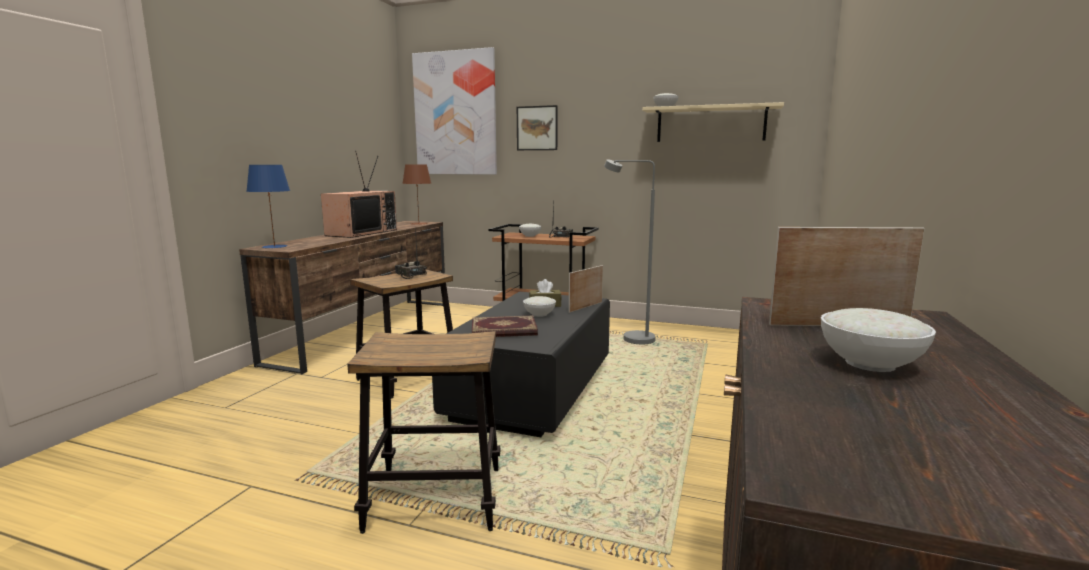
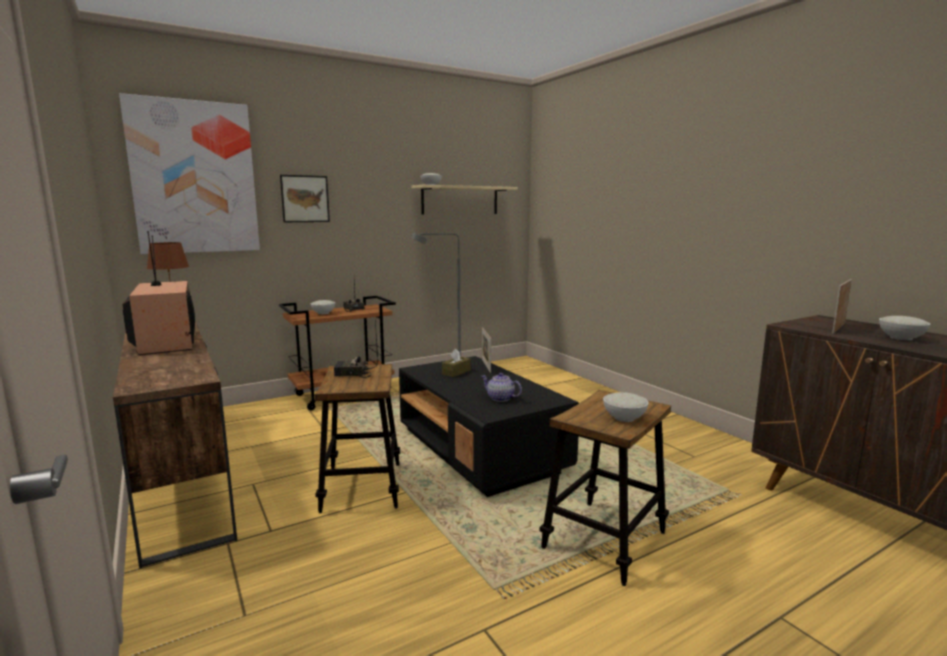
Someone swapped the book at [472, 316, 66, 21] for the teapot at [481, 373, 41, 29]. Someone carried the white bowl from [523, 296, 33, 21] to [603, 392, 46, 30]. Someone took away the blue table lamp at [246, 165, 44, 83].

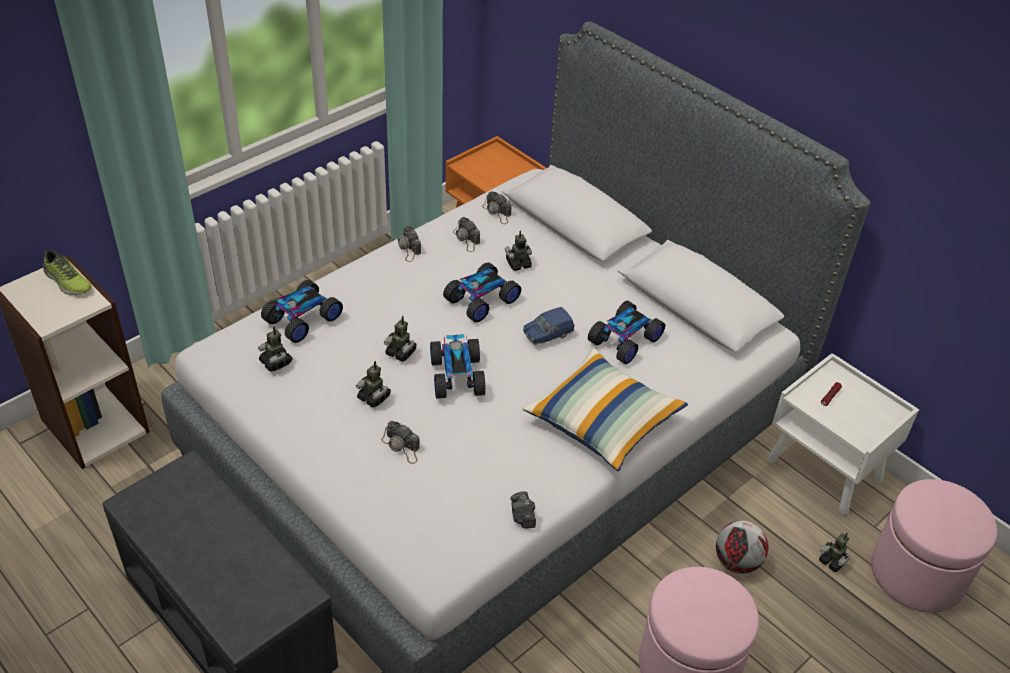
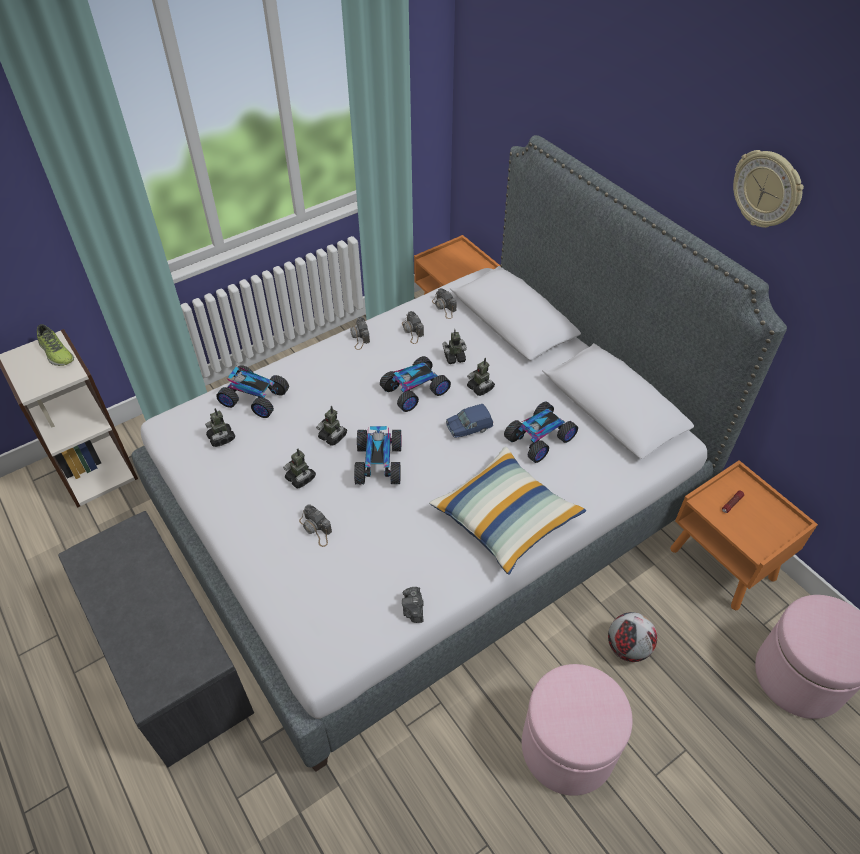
Someone rotated the toy car at [261, 280, 82, 63] by 60 degrees clockwise. Someone carried the toy robot from [819, 532, 31, 40] to [467, 358, 28, 38]. Someone repainted the white nightstand at [768, 353, 151, 162], which became the orange nightstand at [670, 460, 148, 150]. Someone put up the wall clock at [733, 150, 71, 78].

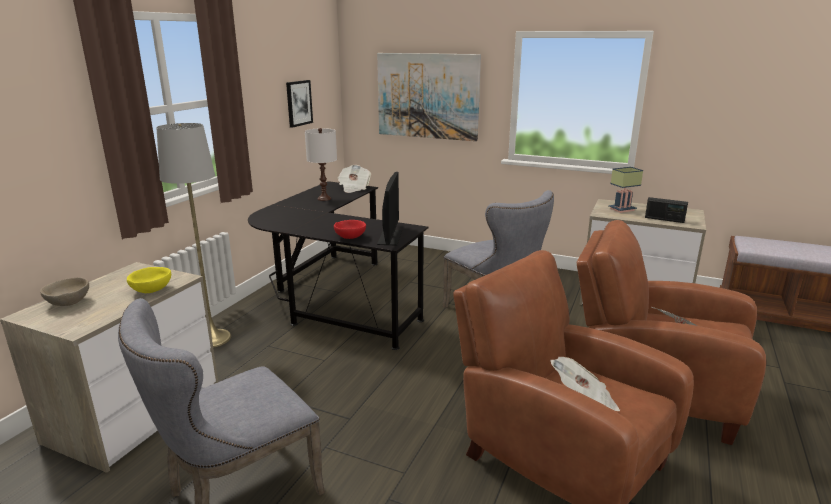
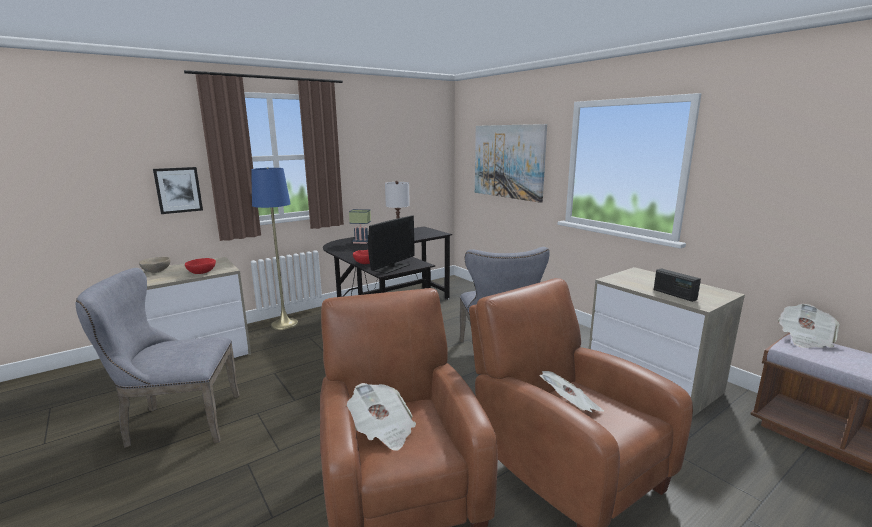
Someone carried the picture from [286, 80, 27, 48] to [153, 167, 50, 47]. Someone repainted the yellow bowl at [127, 267, 44, 26], which became the red bowl at [185, 258, 31, 16]. Someone repainted the grey floor lamp at [156, 123, 75, 225], which became the blue floor lamp at [251, 167, 47, 163]. Someone carried the table lamp from [608, 167, 35, 46] to [349, 209, 22, 35]. Someone carried the newspaper from [337, 165, 35, 28] to [778, 304, 62, 44].

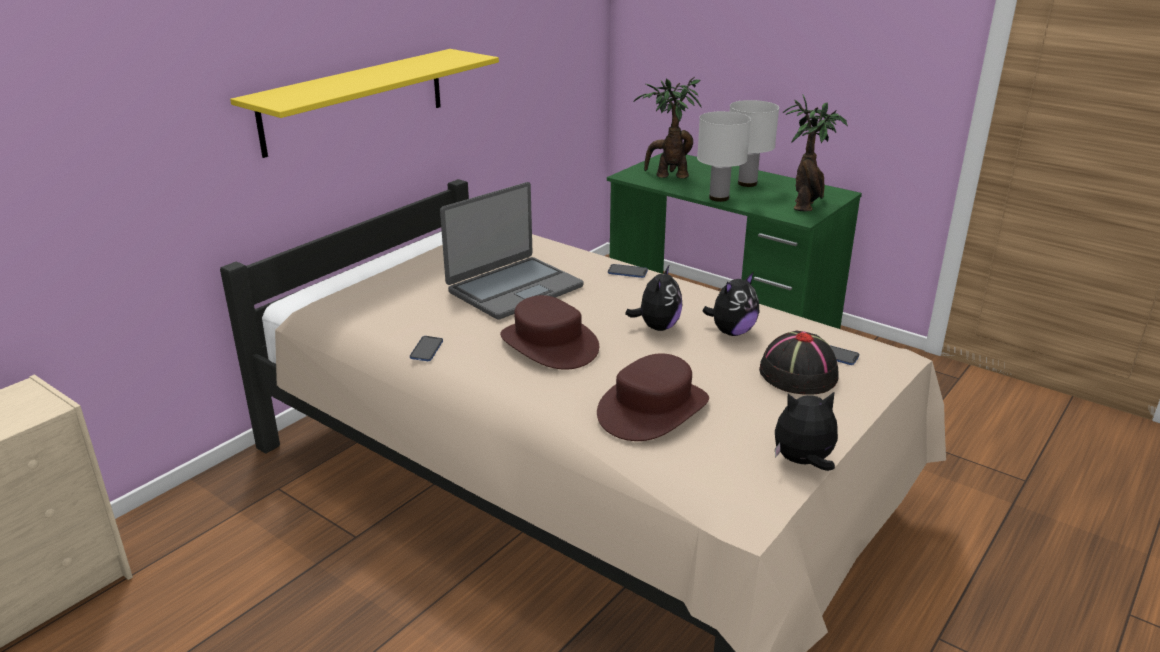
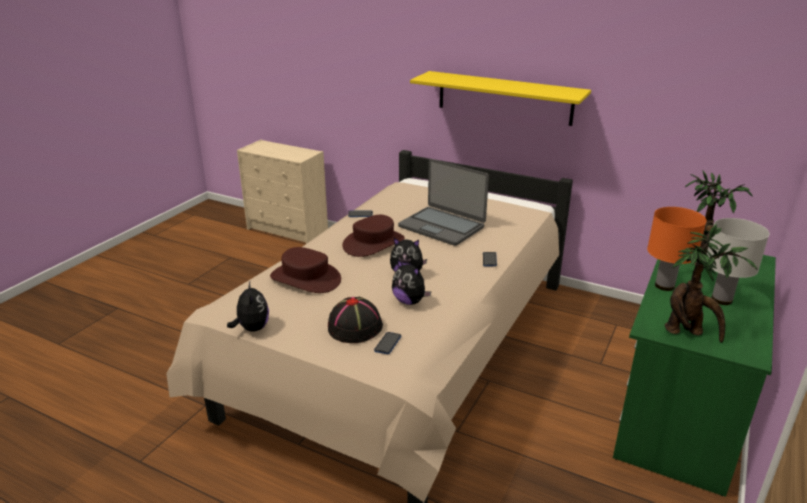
Someone repainted the white table lamp at [697, 111, 54, 91], which became the orange table lamp at [647, 207, 59, 84].

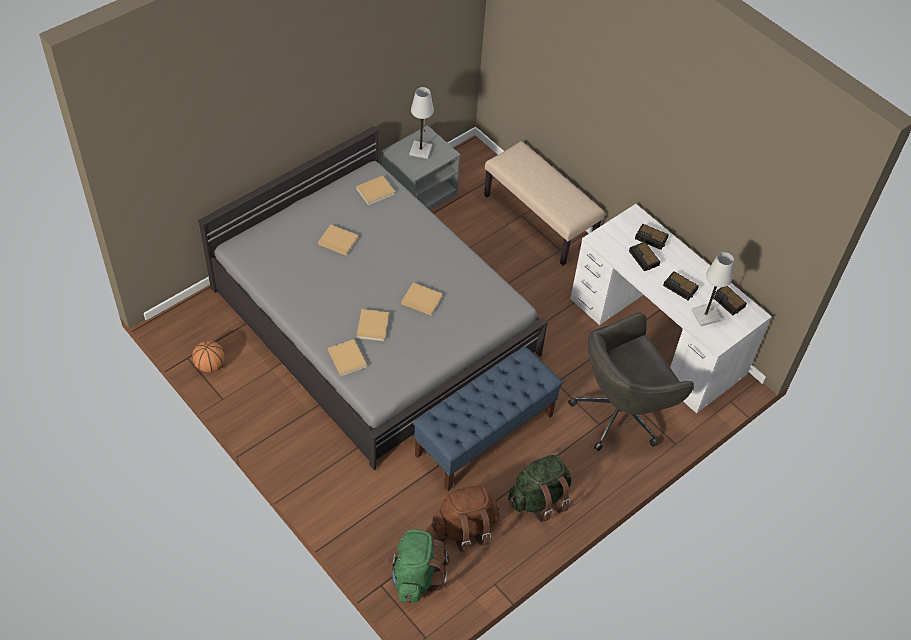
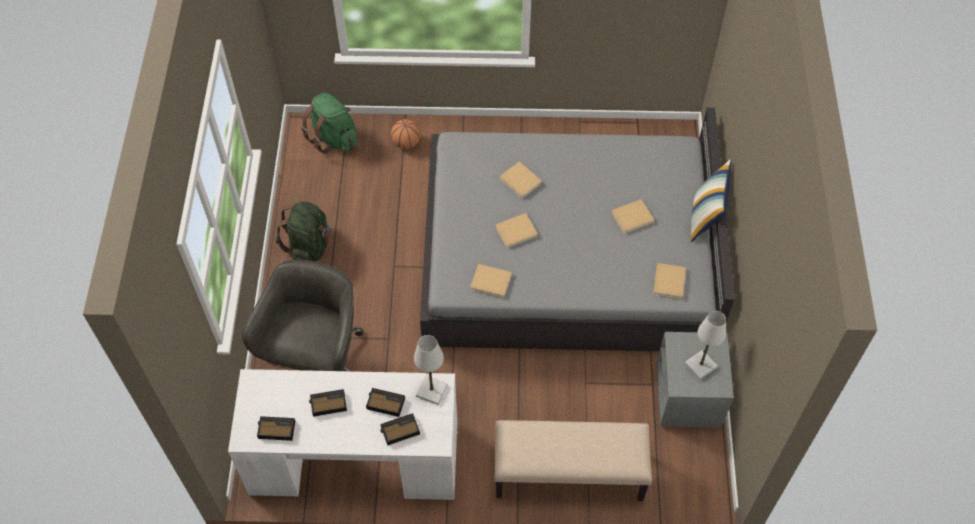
Someone carried the basketball from [192, 341, 33, 32] to [391, 119, 30, 30]. Someone carried the white table lamp from [692, 252, 42, 74] to [414, 335, 34, 70]. Someone carried the beige book from [328, 339, 39, 38] to [470, 264, 42, 34]. Someone put down the pillow at [691, 159, 40, 83]. Someone took away the blue bench at [413, 346, 150, 145]. Someone took away the brown backpack at [431, 486, 69, 66].

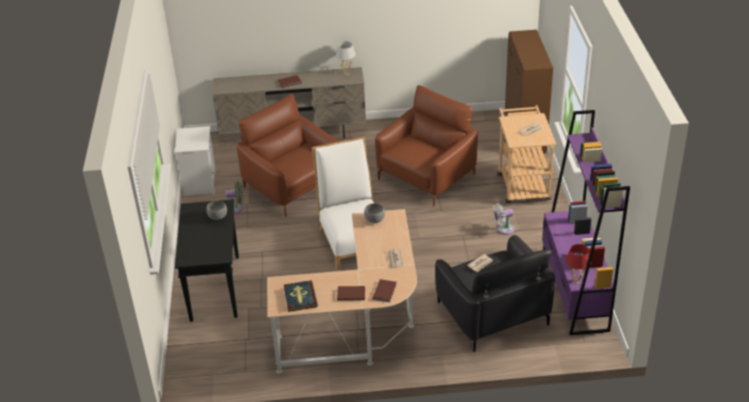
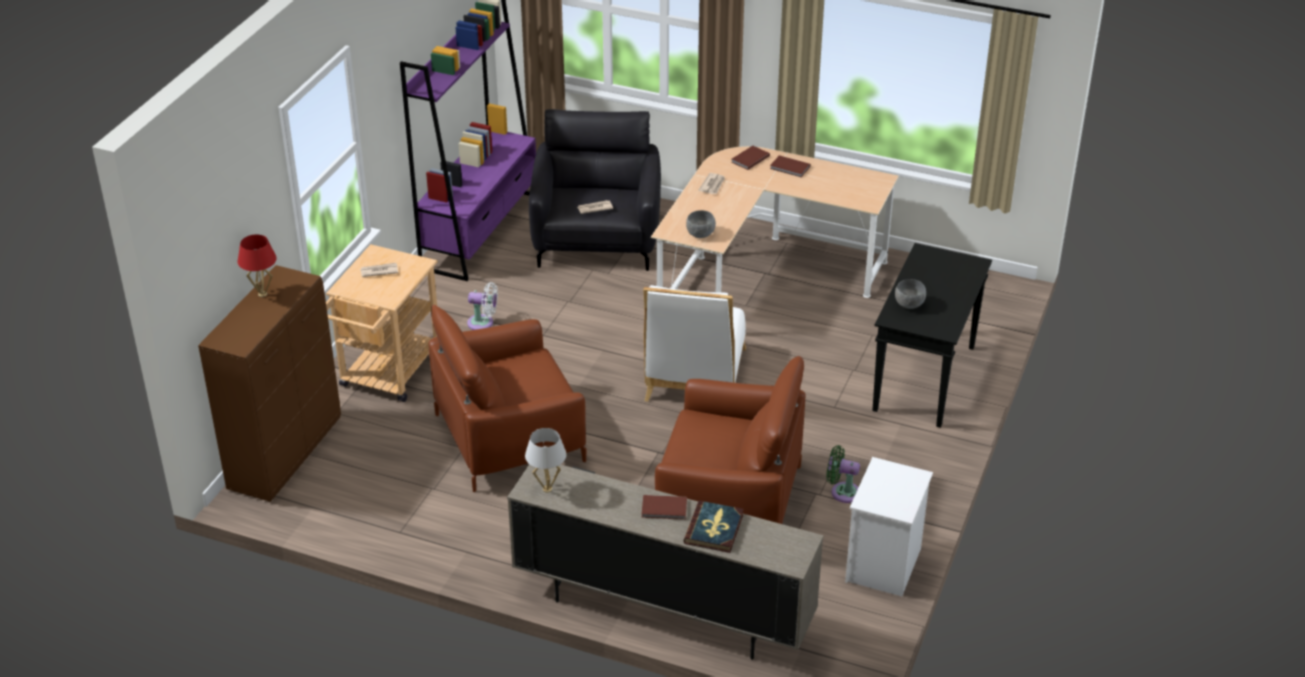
Someone carried the red table lamp from [566, 244, 25, 40] to [238, 234, 39, 63]. Someone rotated the brown armchair at [237, 94, 102, 123] by 60 degrees counterclockwise. Someone carried the book from [284, 280, 34, 32] to [684, 501, 60, 52].

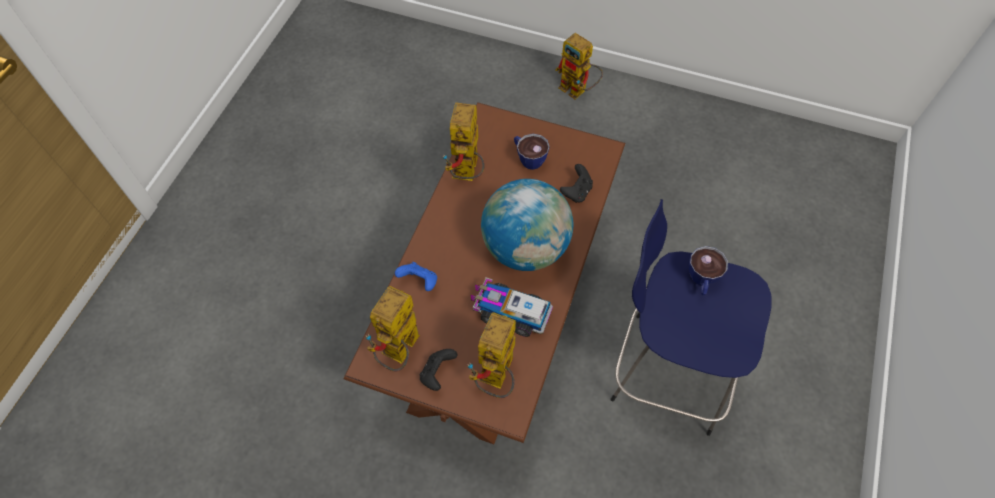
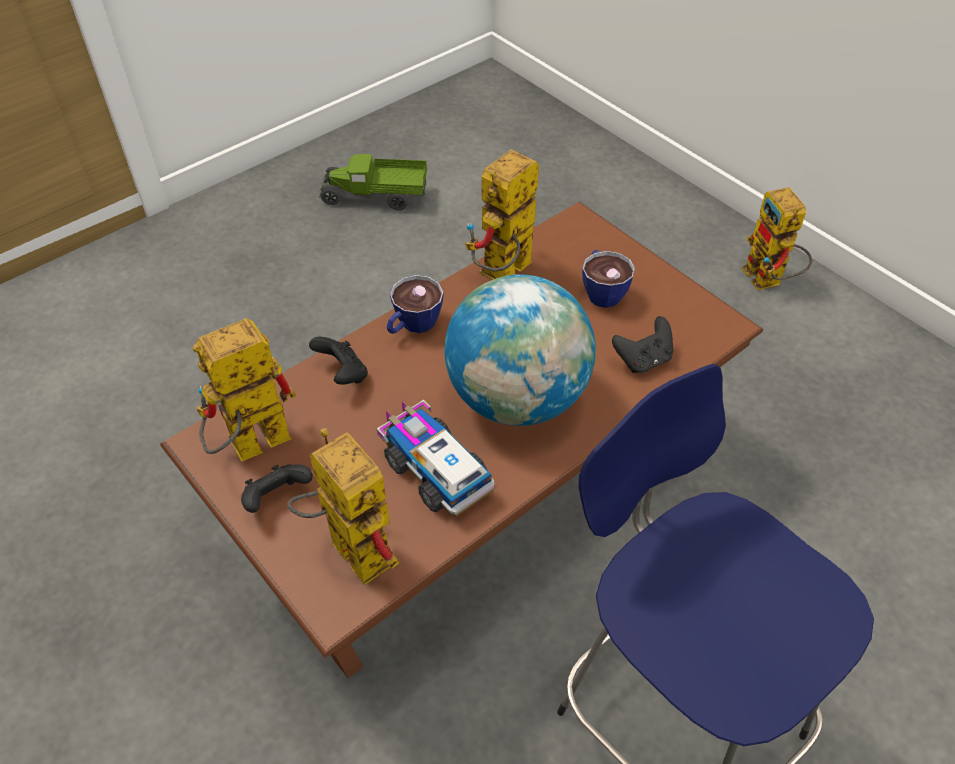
Someone rotated the toy robot at [468, 312, 48, 86] by 90 degrees clockwise. Someone repainted the blue game controller at [395, 262, 42, 29], which became the black game controller at [309, 337, 59, 48]. Someone put down the toy truck at [319, 154, 108, 56]. Someone carried the cup from [689, 246, 39, 49] to [387, 275, 56, 59].

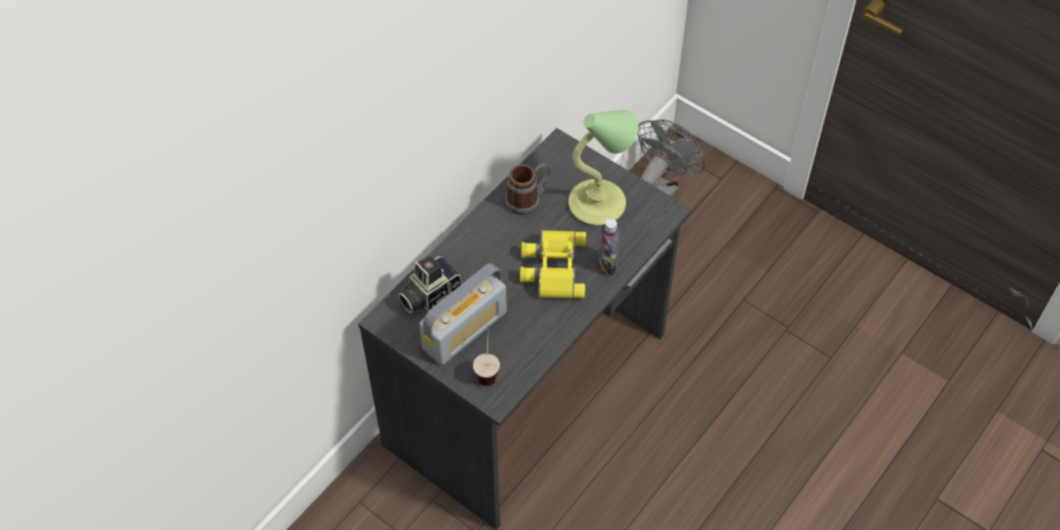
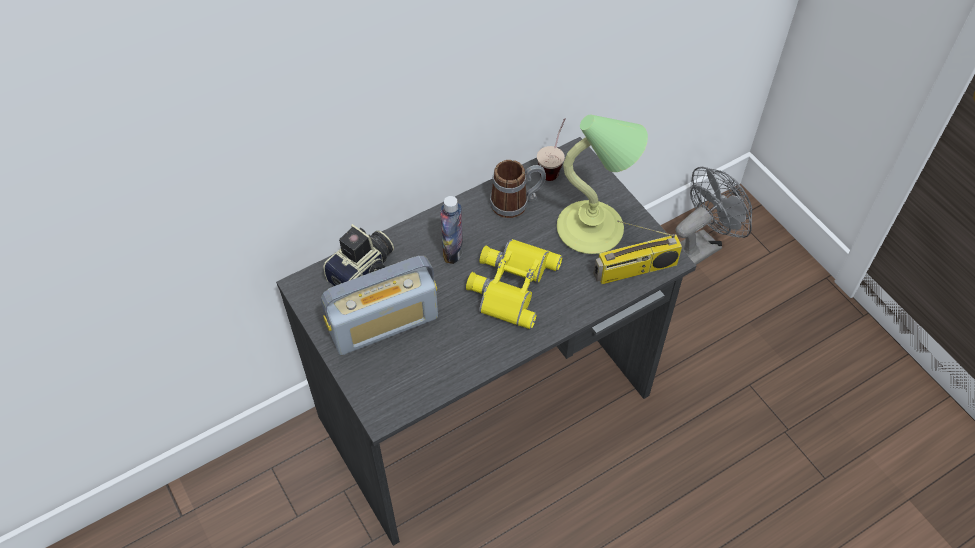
Someone rotated the photo camera at [398, 255, 63, 58] by 150 degrees clockwise. Someone carried the bottle from [599, 219, 20, 57] to [440, 196, 23, 68]. Someone carried the cup from [473, 325, 27, 61] to [537, 118, 29, 63]. Someone put down the radio at [594, 221, 88, 63].

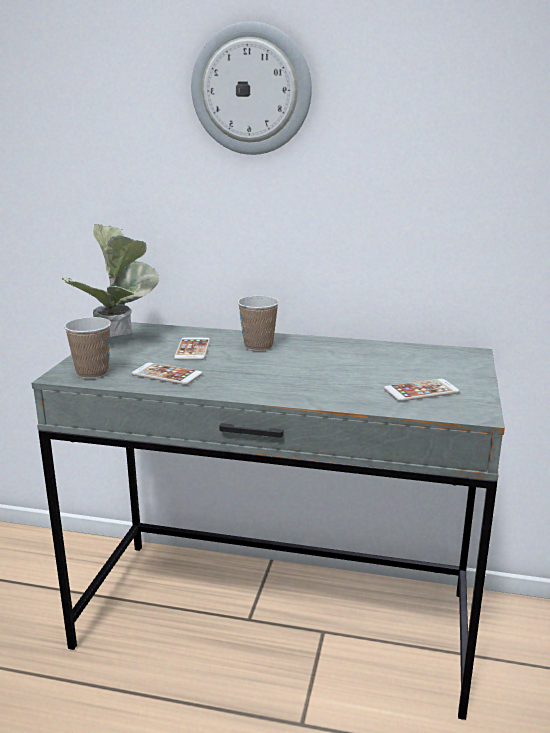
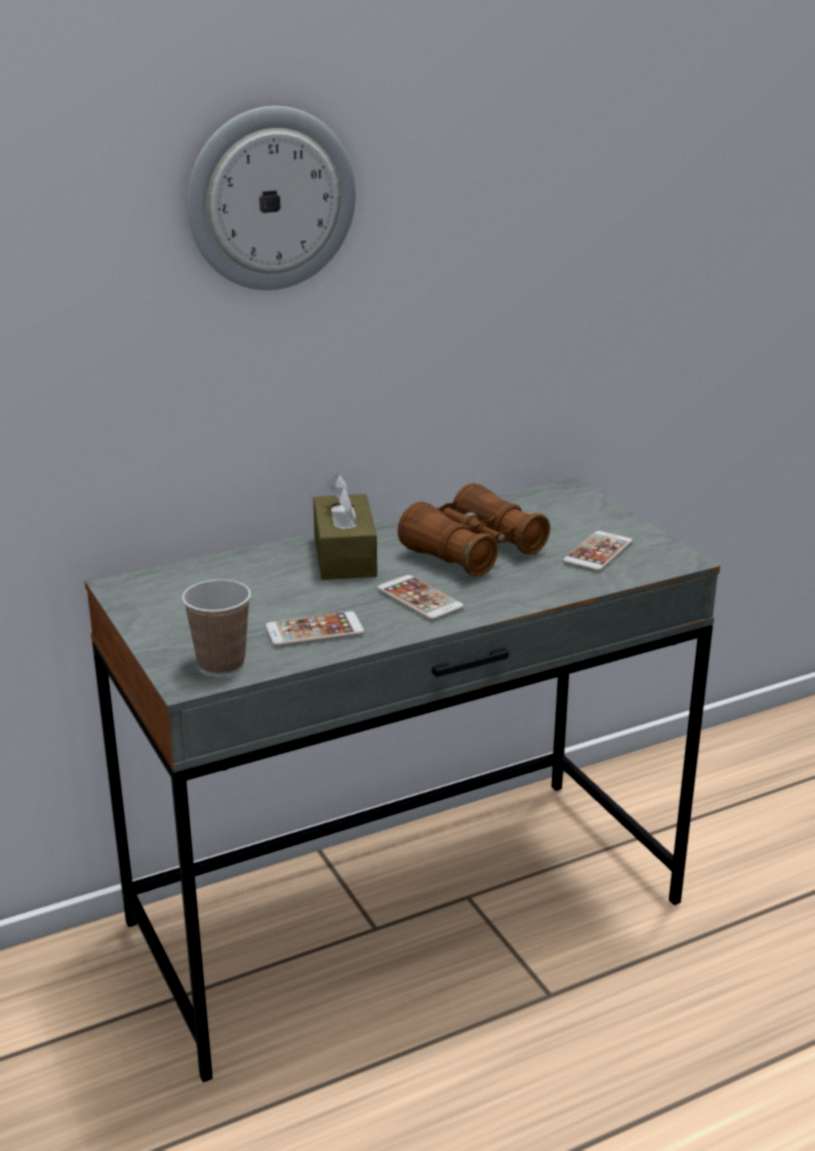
Someone swapped the cup at [238, 296, 41, 55] for the brown tissue box at [313, 474, 64, 106]. Someone carried the phone from [174, 338, 36, 22] to [377, 575, 87, 46]. Someone put down the brown binoculars at [398, 483, 152, 93]. Someone took away the potted plant at [61, 224, 98, 113].

